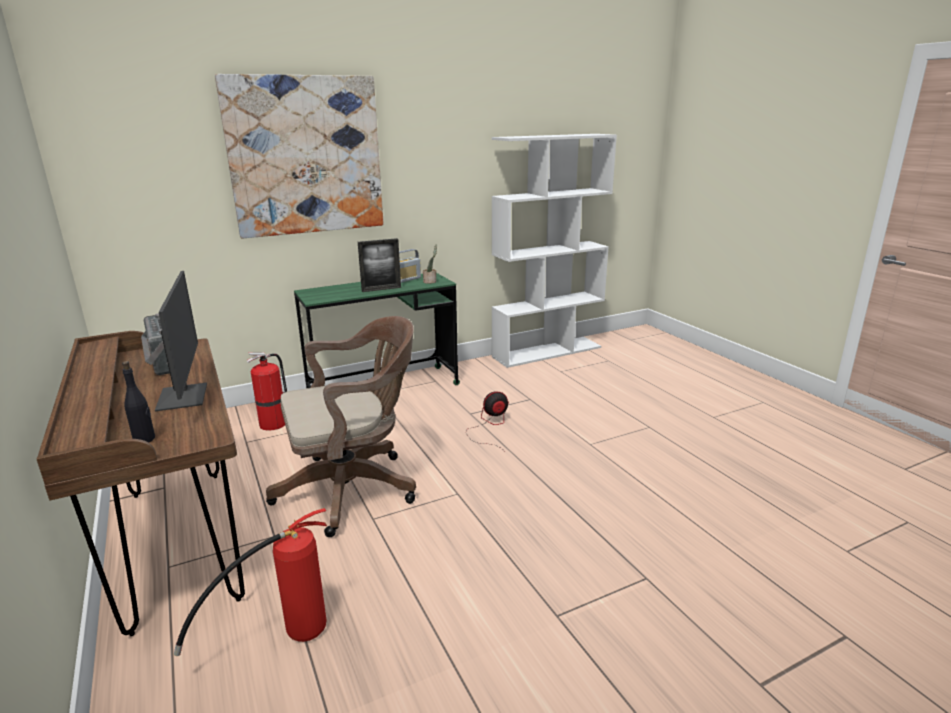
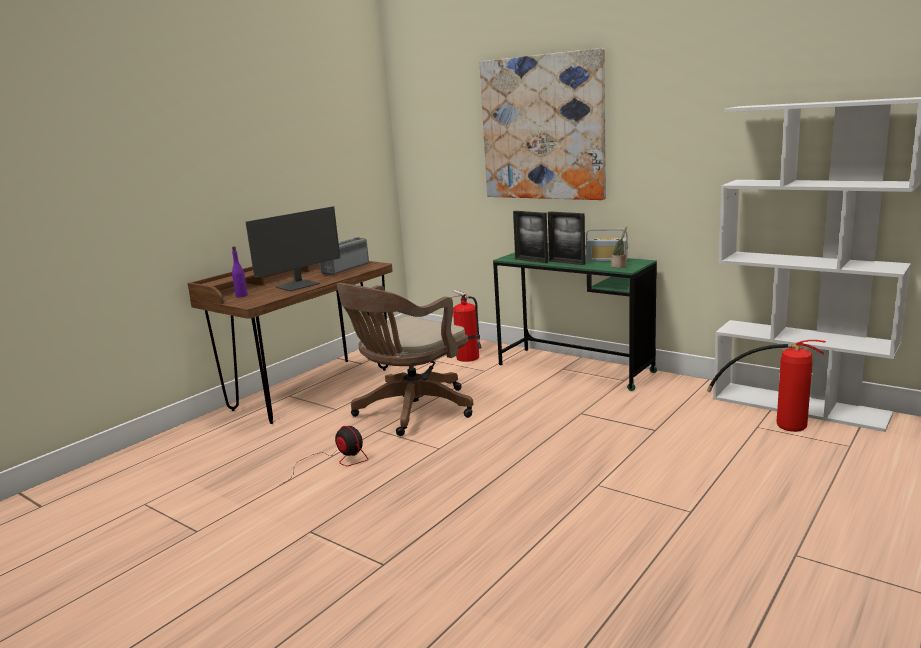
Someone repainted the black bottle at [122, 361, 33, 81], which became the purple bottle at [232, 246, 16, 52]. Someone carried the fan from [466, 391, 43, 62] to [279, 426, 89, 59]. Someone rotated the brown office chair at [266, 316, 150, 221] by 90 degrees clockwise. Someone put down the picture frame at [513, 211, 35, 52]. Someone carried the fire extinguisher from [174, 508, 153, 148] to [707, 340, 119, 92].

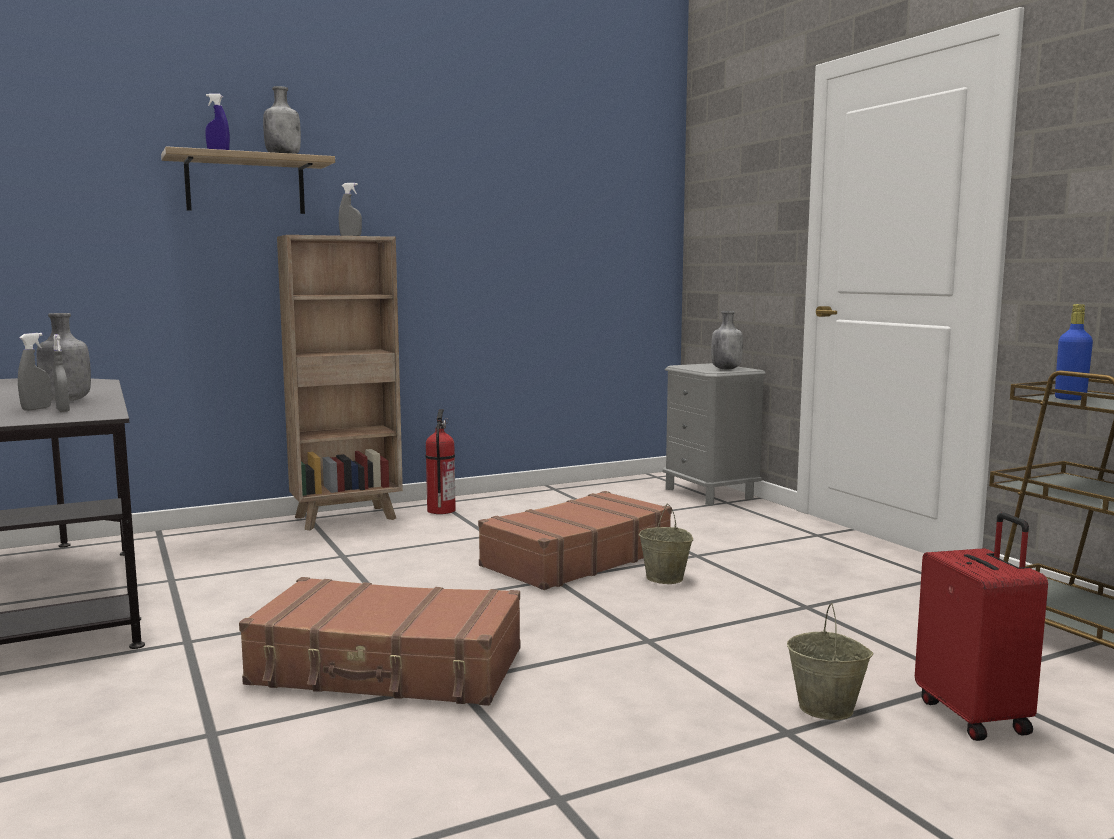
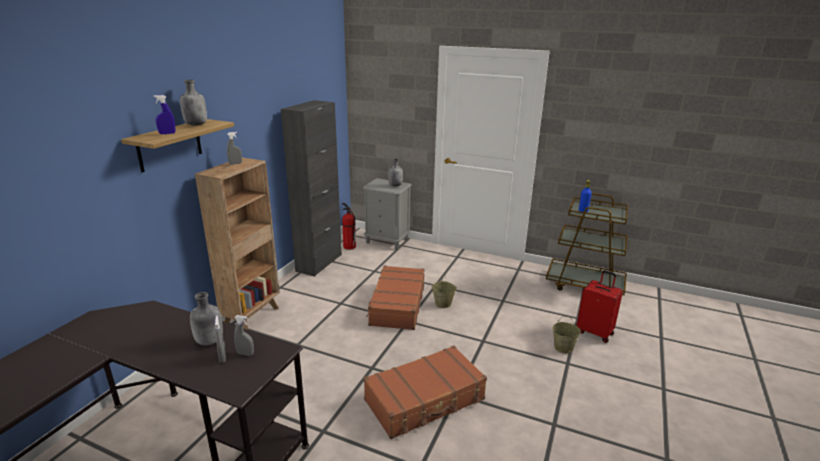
Someone put down the black cabinet at [281, 100, 61, 176]. Someone carried the fire extinguisher from [425, 409, 31, 105] to [342, 203, 14, 47].

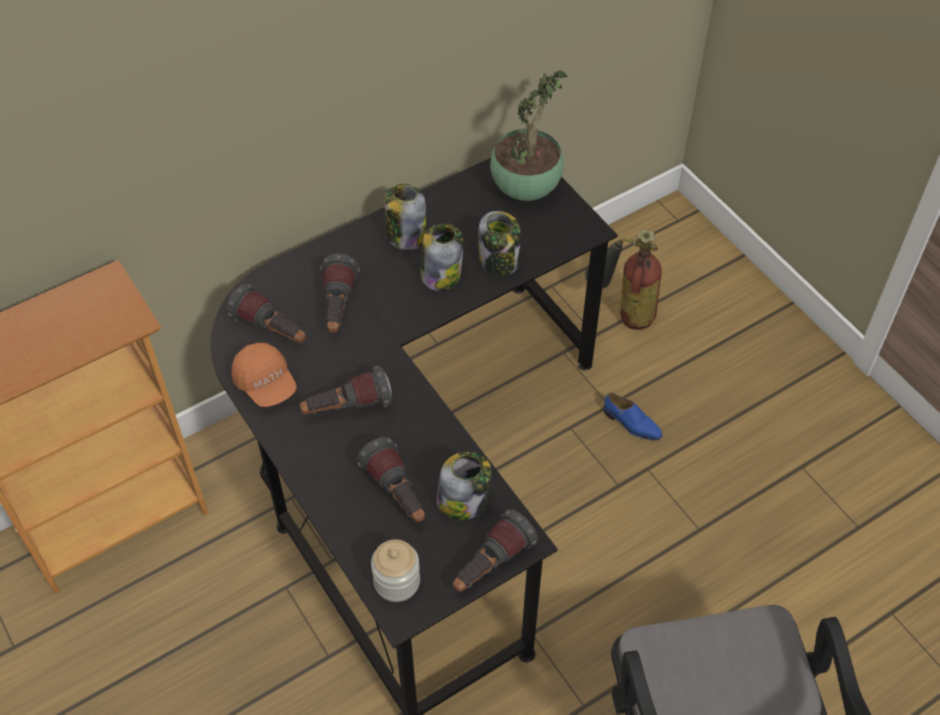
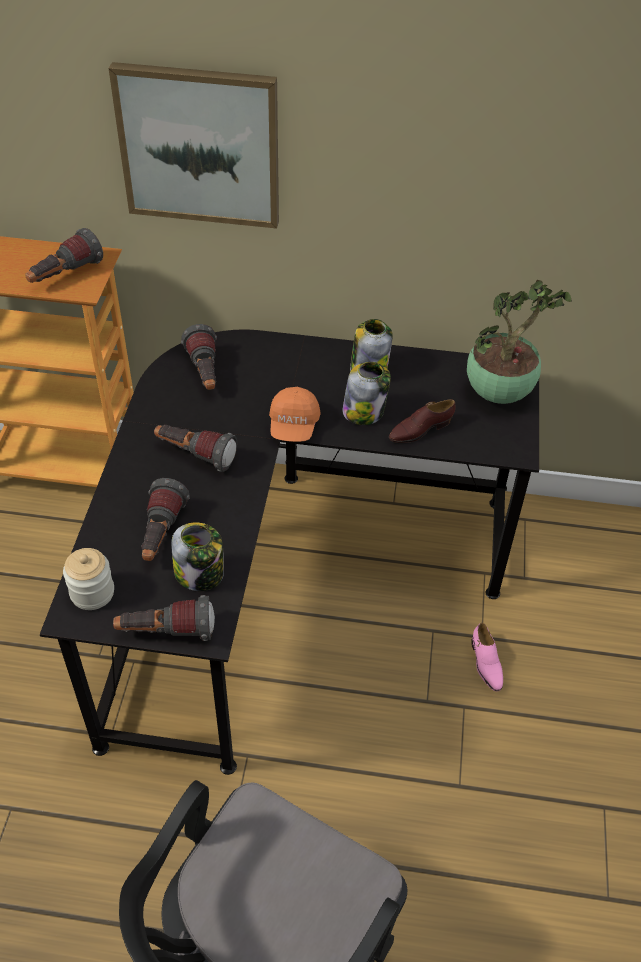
Someone carried the flashlight from [320, 254, 40, 78] to [25, 228, 78, 55]. Someone put up the picture at [108, 62, 171, 167]. Someone carried the orange cap from [232, 343, 65, 64] to [269, 387, 52, 55]. Someone swapped the jar at [478, 211, 43, 65] for the brown shoe at [388, 399, 67, 44]. Someone repainted the blue shoe at [603, 392, 59, 48], which became the pink shoe at [471, 623, 32, 68]. Someone took away the fire extinguisher at [585, 229, 77, 101].

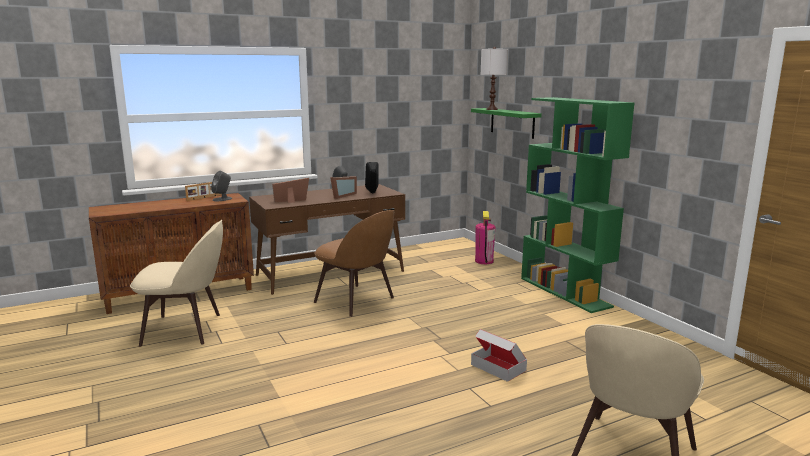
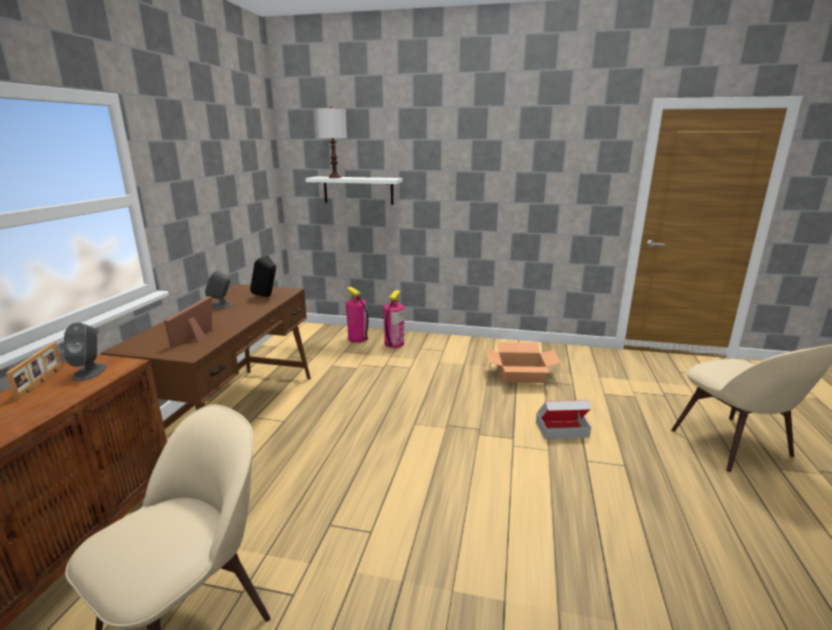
Someone repainted the green shelf at [471, 108, 71, 31], which became the white shelf at [306, 176, 97, 29]. Someone put down the fire extinguisher at [383, 290, 22, 58]. Someone put down the cardboard box at [486, 342, 75, 41]. Someone took away the brown chair at [314, 210, 81, 107]. Someone took away the picture frame at [330, 176, 27, 23]. Someone took away the green bookcase at [521, 97, 114, 216].

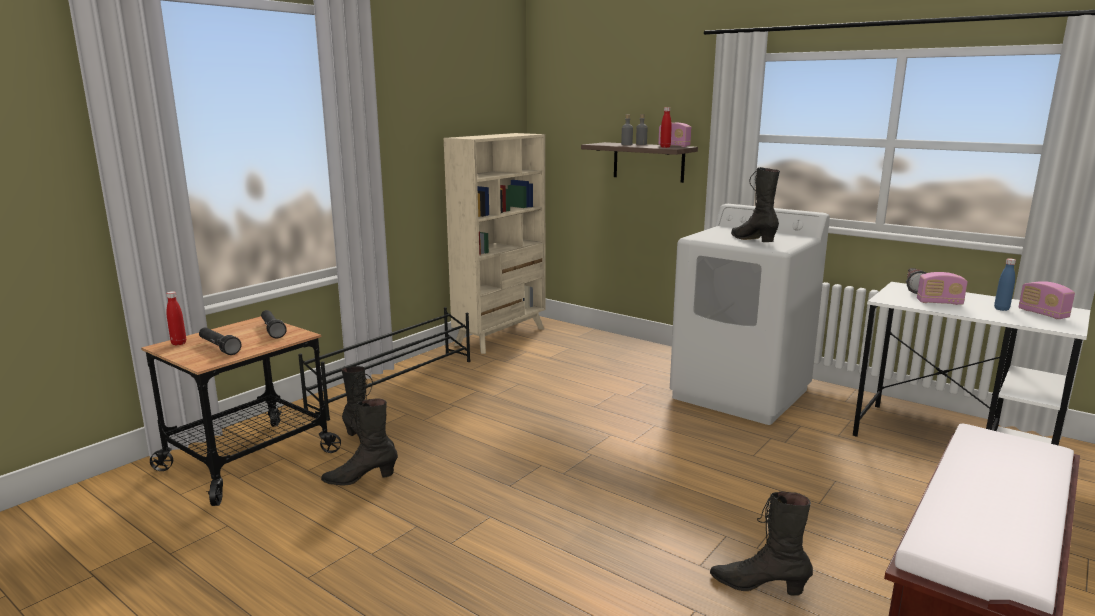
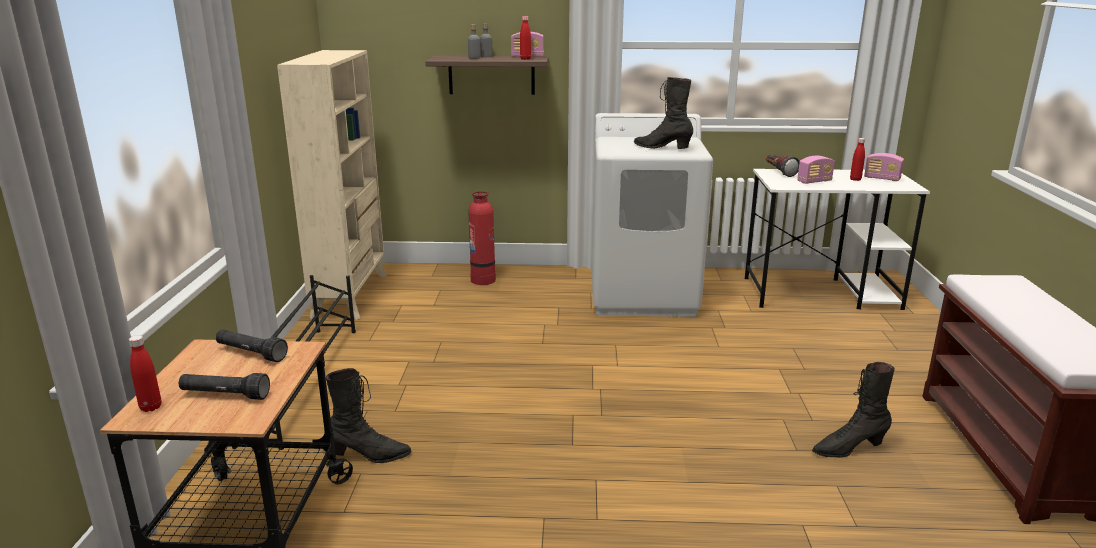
Someone put down the fire extinguisher at [468, 191, 28, 94]. Someone repainted the blue bottle at [994, 258, 22, 53], which became the red bottle at [850, 138, 15, 43]. Someone took away the black boot at [321, 398, 77, 87].

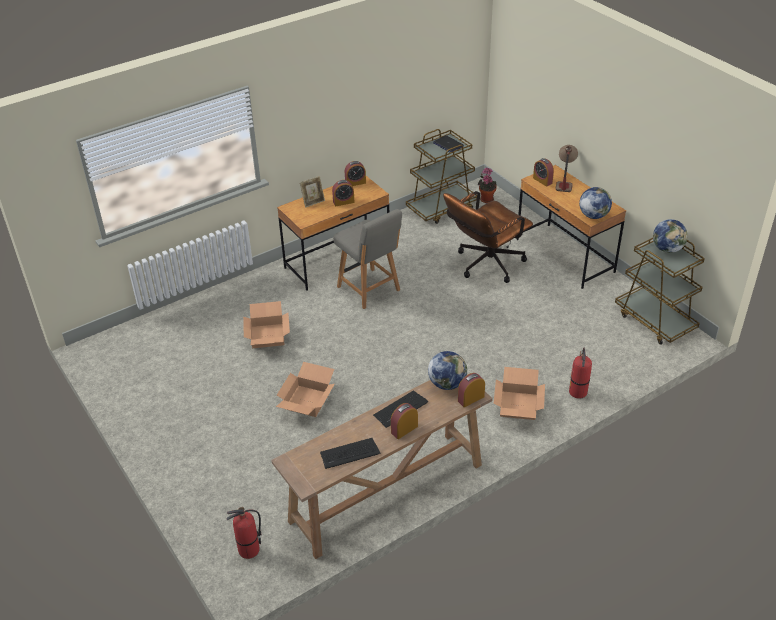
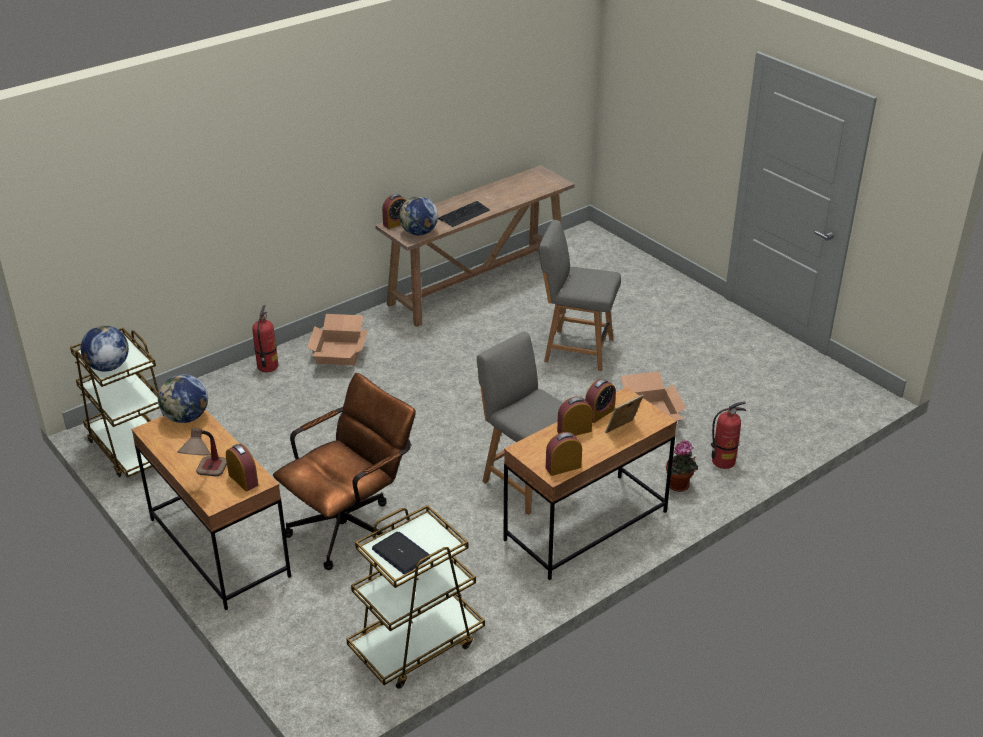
Someone swapped the cardboard box at [276, 362, 59, 55] for the grey chair at [538, 220, 83, 151]. Someone carried the alarm clock from [391, 403, 27, 36] to [585, 379, 31, 44]. Someone carried the potted plant from [478, 168, 19, 35] to [666, 440, 32, 52]. Someone carried the fire extinguisher from [227, 507, 35, 52] to [711, 401, 35, 68]. Someone took away the keyboard at [320, 438, 60, 31].

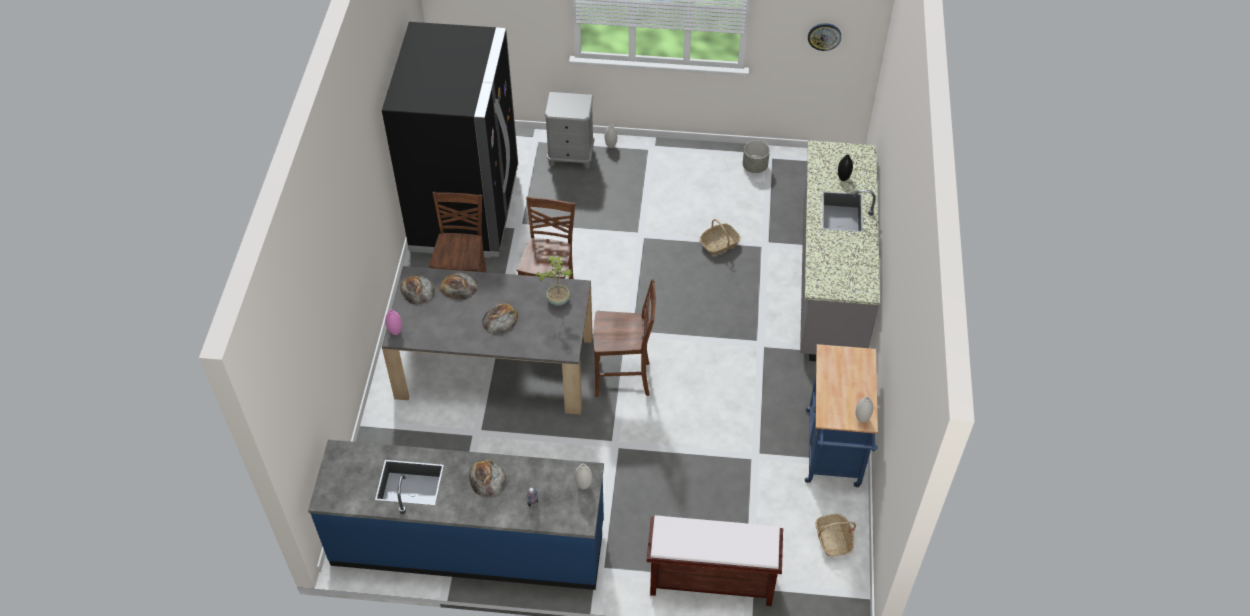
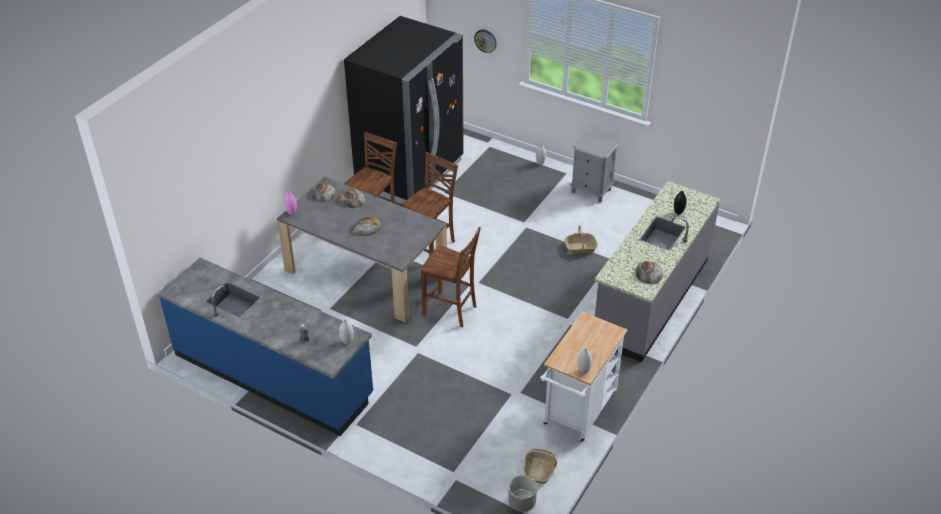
Someone carried the wall clock from [808, 23, 33, 28] to [474, 29, 23, 24]. Someone carried the grey planter from [743, 140, 27, 33] to [508, 475, 29, 37]. Someone repainted the blue cart at [805, 344, 73, 143], which became the white cart at [540, 312, 87, 130]. Someone carried the grey nightstand from [544, 92, 51, 77] to [570, 133, 48, 70]. Someone carried the bread from [469, 460, 37, 37] to [636, 261, 27, 24]. Someone took away the potted plant at [536, 255, 37, 51]. Someone took away the brown bench at [646, 515, 137, 91].

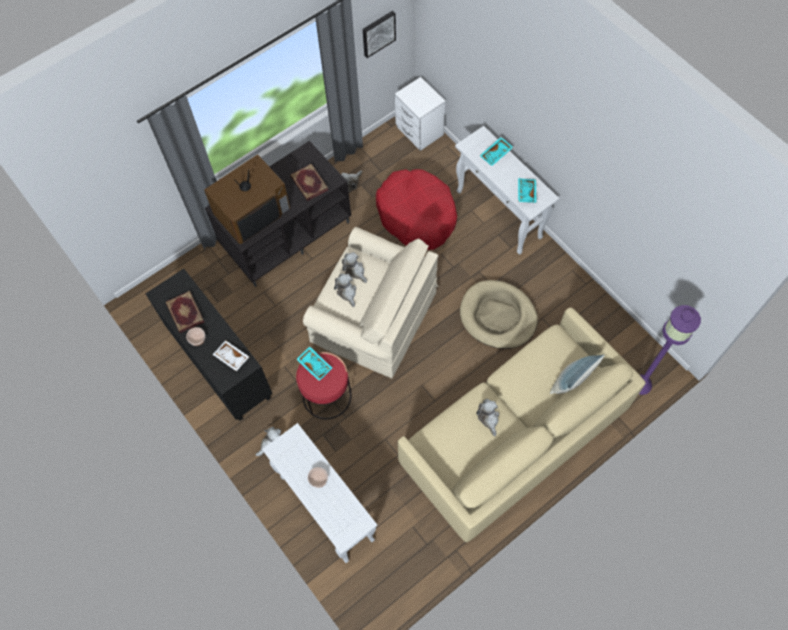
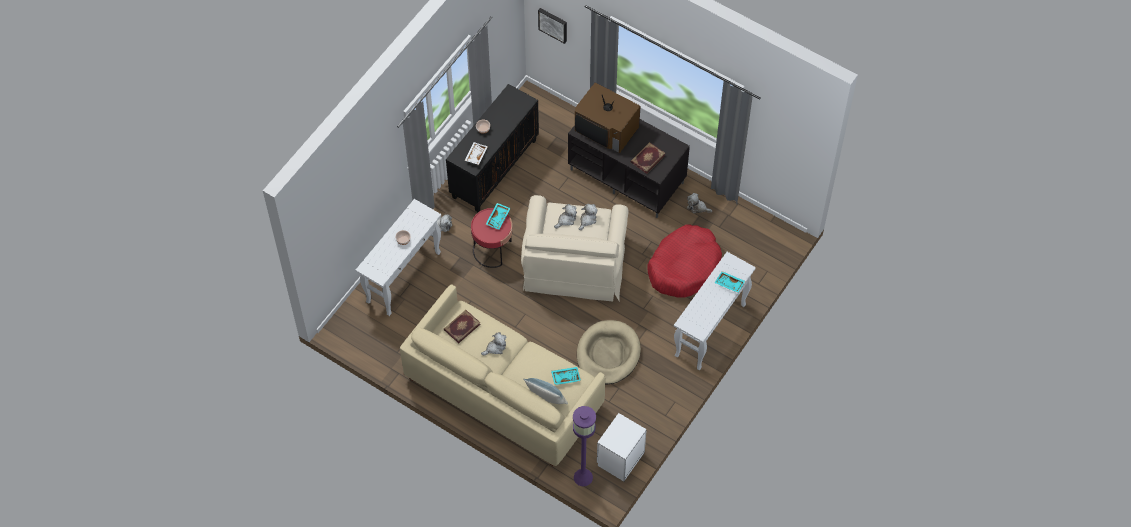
Someone carried the book from [166, 291, 38, 42] to [444, 310, 36, 33]. Someone carried the picture from [363, 11, 33, 47] to [538, 8, 29, 36]. Someone carried the turquoise tray from [518, 178, 19, 25] to [551, 367, 30, 18]. Someone carried the white nightstand from [395, 77, 51, 74] to [597, 413, 50, 69].

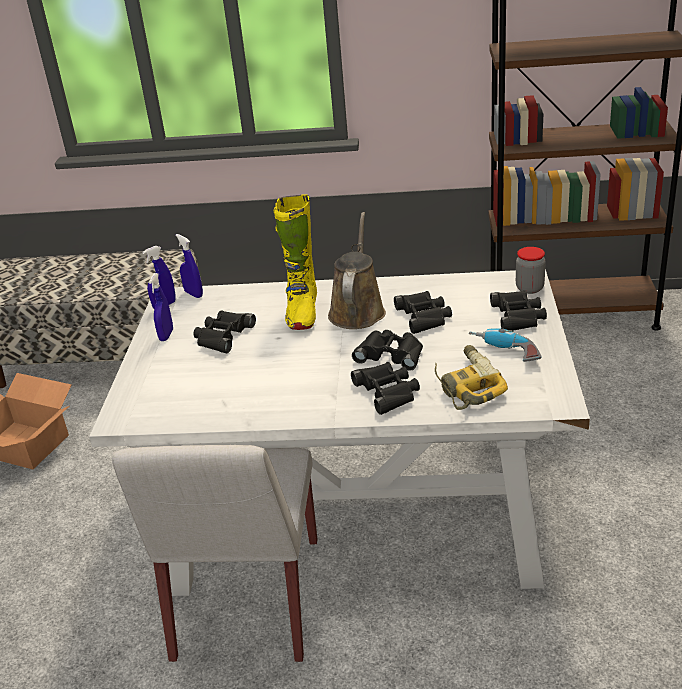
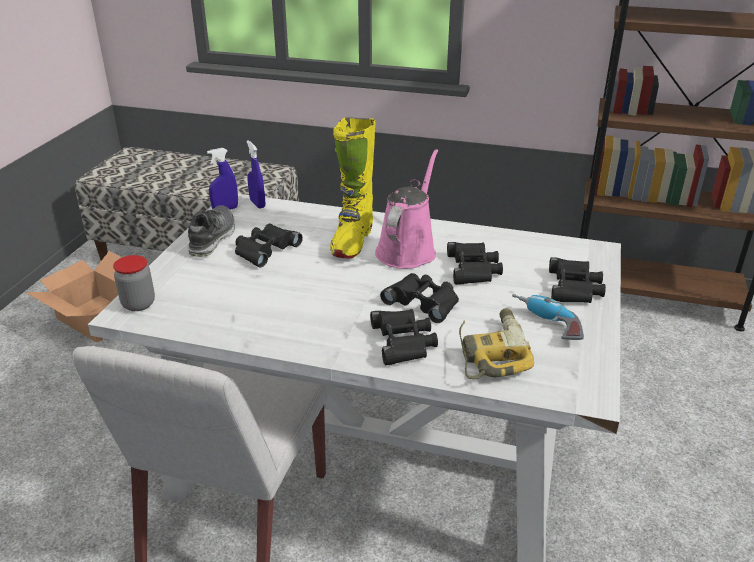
Someone carried the jar from [516, 247, 30, 47] to [113, 255, 42, 56]. Someone swapped the blue spray bottle at [149, 273, 24, 68] for the shoe at [188, 205, 47, 53]. Someone repainted the brown watering can at [328, 212, 58, 117], which became the pink watering can at [375, 149, 63, 120].

